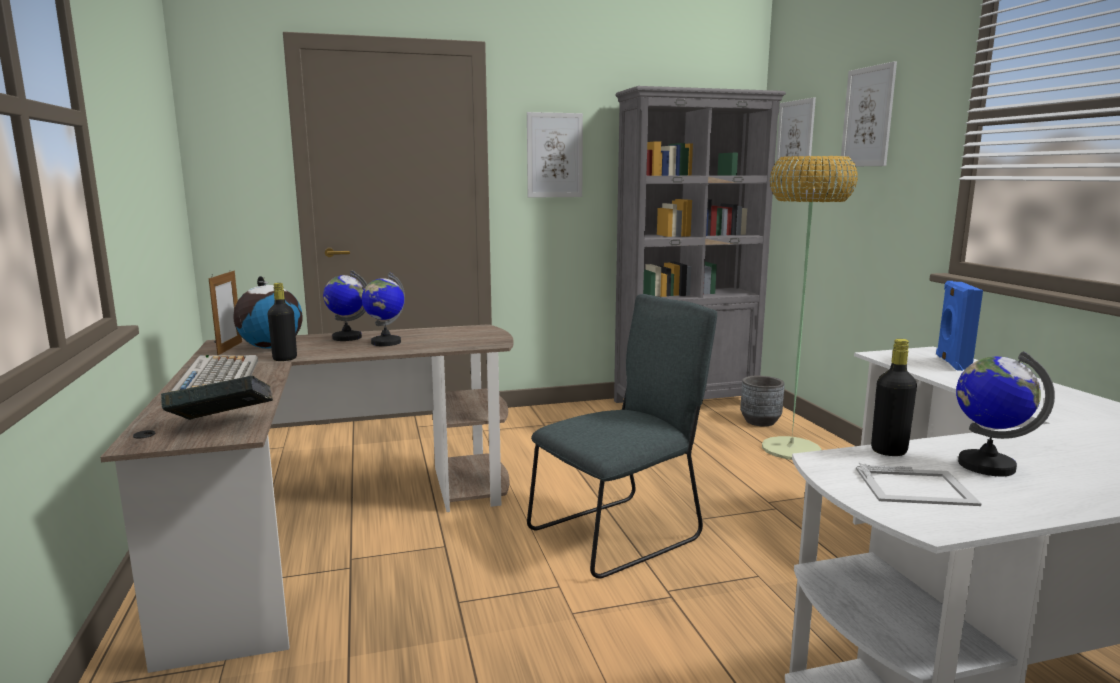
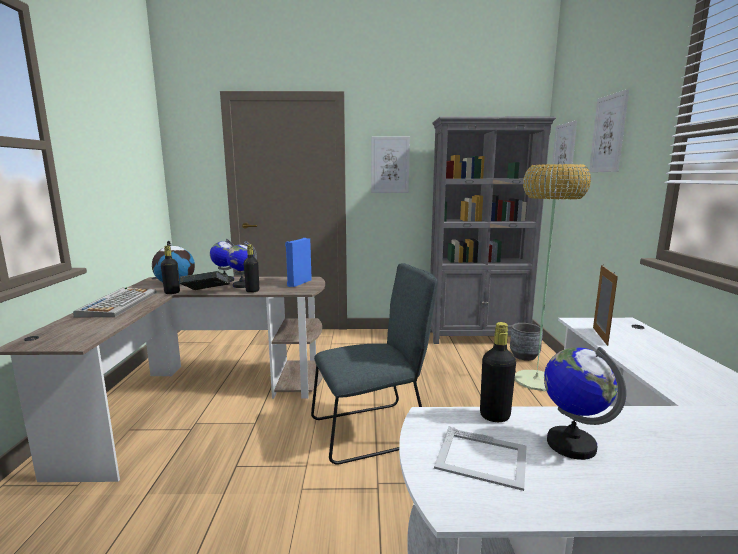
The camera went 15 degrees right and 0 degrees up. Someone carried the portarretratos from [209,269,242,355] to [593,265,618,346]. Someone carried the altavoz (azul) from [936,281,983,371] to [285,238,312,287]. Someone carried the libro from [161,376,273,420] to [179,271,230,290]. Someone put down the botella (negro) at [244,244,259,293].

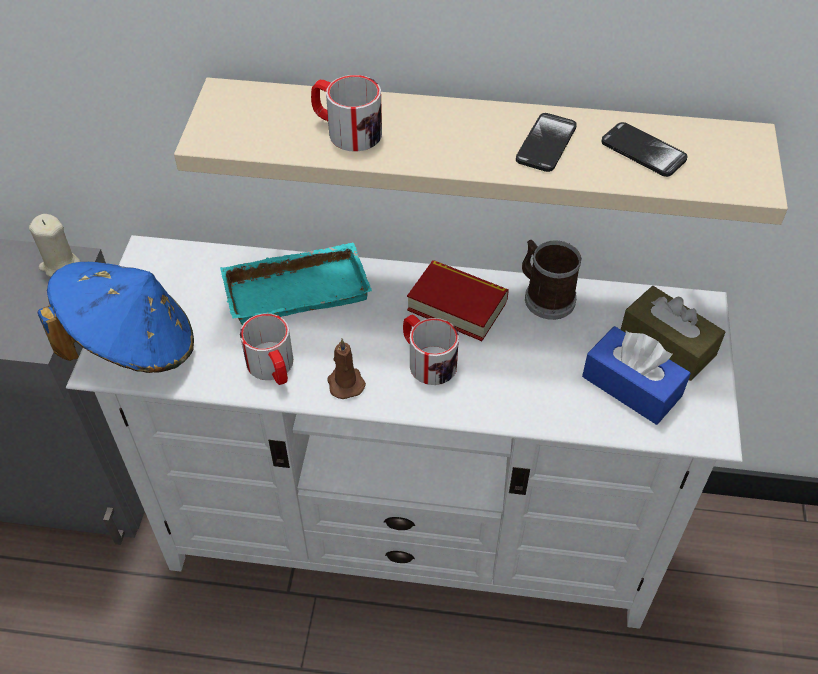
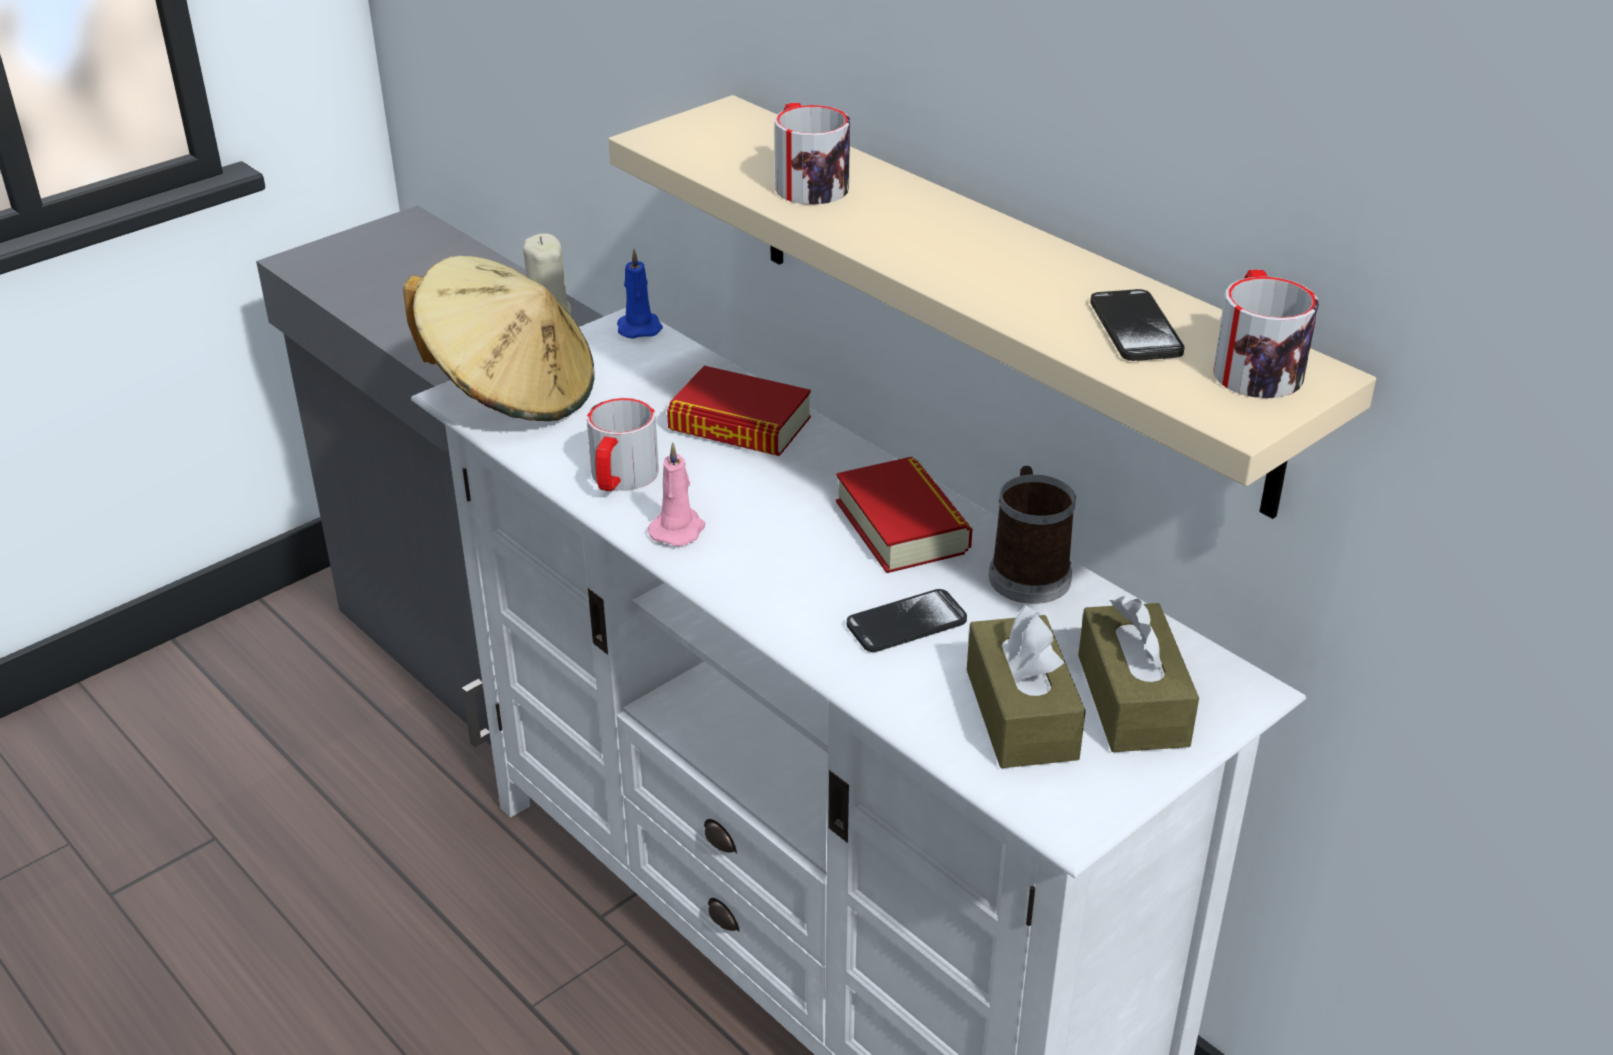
The camera went 40 degrees right and 15 degrees down. Someone carried the móvil from [516,113,577,172] to [847,589,967,652]. Someone swapped the bandeja (turquesa) at [220,242,372,325] for the libro at [667,366,811,456]. Someone repainted the sombrero (azul) at [38,262,194,373], which became the sombrero (beis) at [403,256,595,421]. Someone carried the taza grande from [403,314,459,385] to [1213,269,1319,398]. Someone repainted the caja de pañuelos (azul) at [582,326,691,425], which became the caja de pañuelos (marrón) at [967,605,1086,768]. Someone repainted the vela (marrón) at [328,339,366,399], which became the vela (rosa) at [648,443,705,546]. Someone put down the vela (azul) at [617,249,663,339].

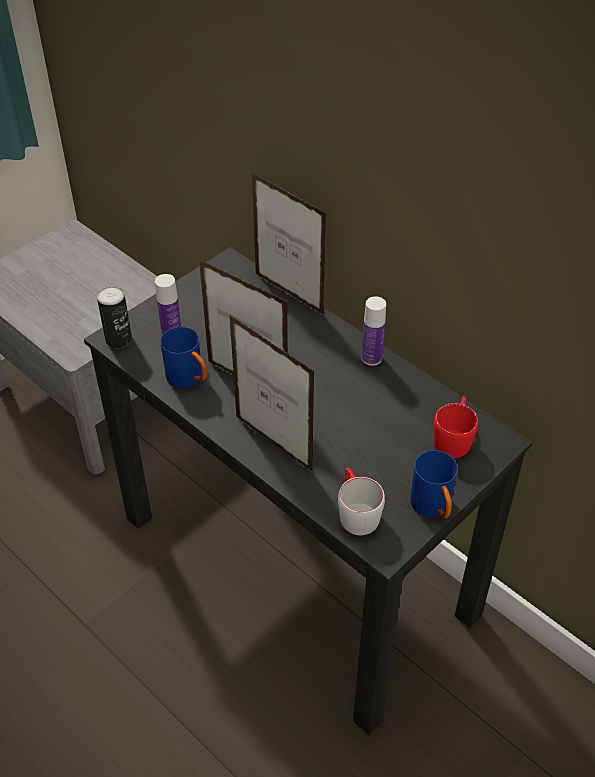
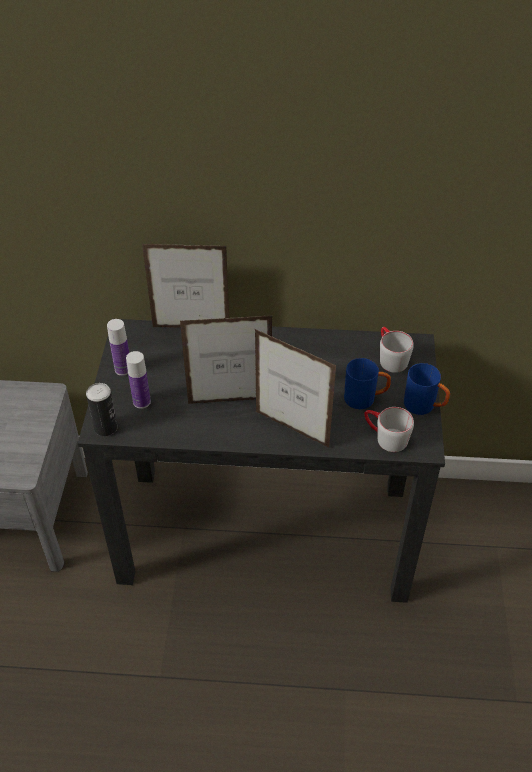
The camera went 40 degrees left and 0 degrees up. Someone carried the botella from [362,296,386,366] to [107,319,129,376]. Someone rotated the portarretratos at [229,314,315,472] by 150 degrees counterclockwise. Someone carried the taza grande (azul) from [160,327,207,388] to [344,358,391,409]. Someone repainted the taza grande (rojo) at [434,396,478,458], which became the taza grande (gris) at [380,327,414,373].

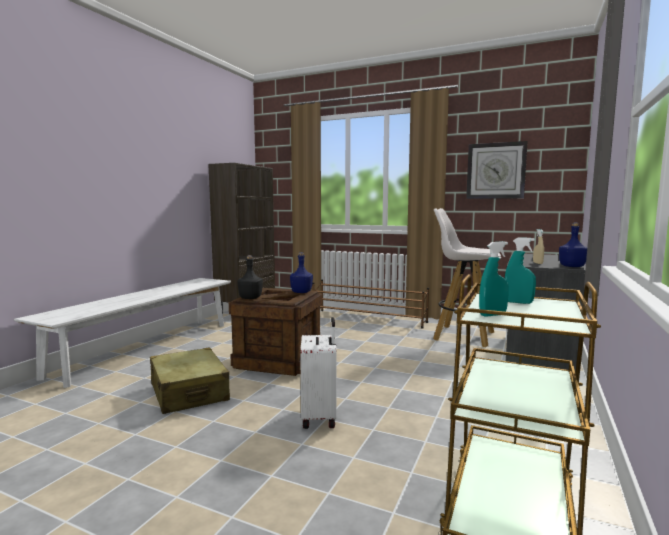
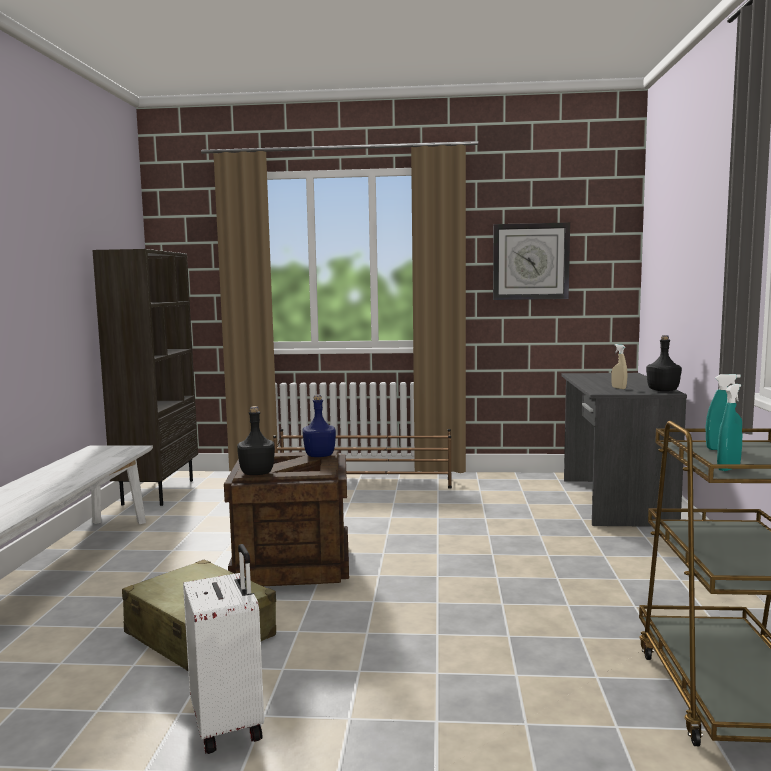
The camera went 20 degrees left and 0 degrees up. Someone took away the taburete (blanco) at [433,208,501,347]. Someone repainted the botella (azul) at [559,223,587,267], which became the botella (negro) at [646,335,682,391]. Someone carried the maleta (blanco) from [300,317,337,429] to [183,544,264,754].

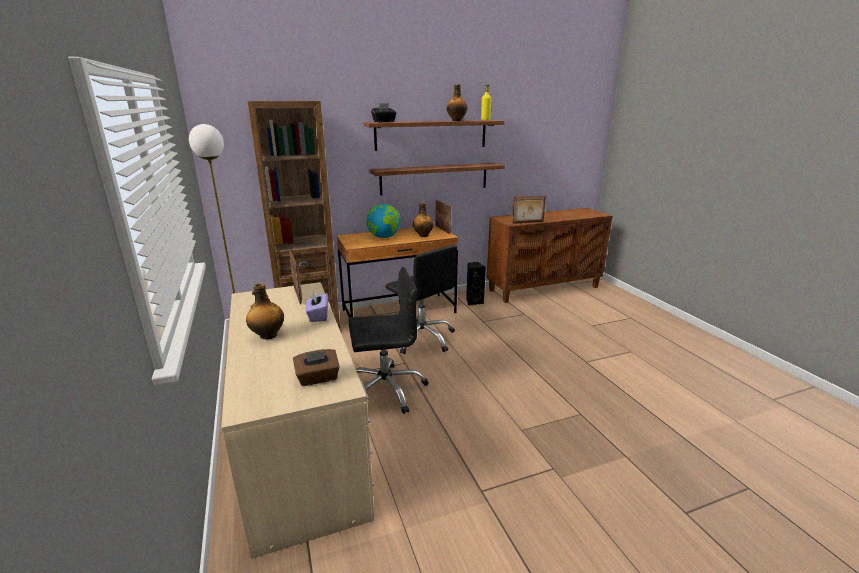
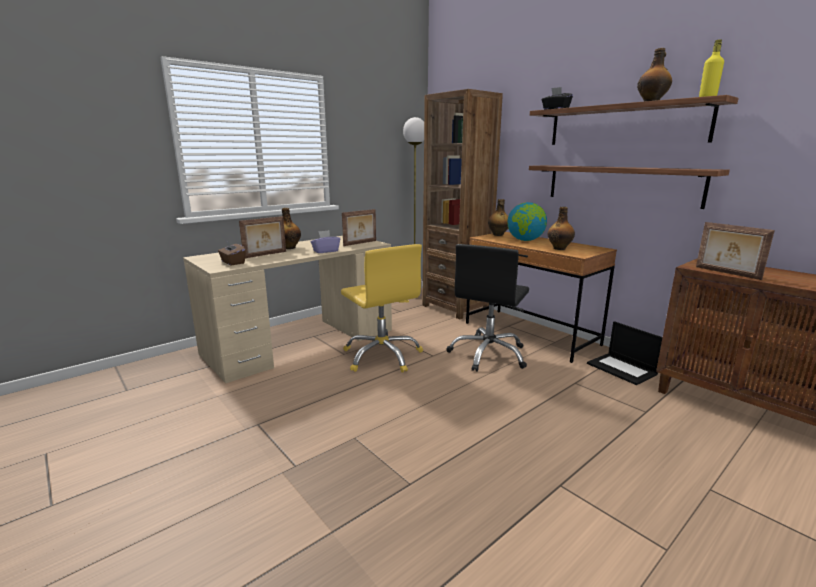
The camera went 70 degrees right and 5 degrees down. Someone carried the portarretratos from [435,200,451,234] to [239,216,286,258]. Someone swapped the altavoz (negro) at [466,262,486,305] for the portátil at [587,321,663,385]. Someone repainted the silla de oficina (negro) at [348,267,429,414], which became the silla de oficina (amarillo) at [341,244,423,373]. Someone put down the botella at [488,199,508,236].

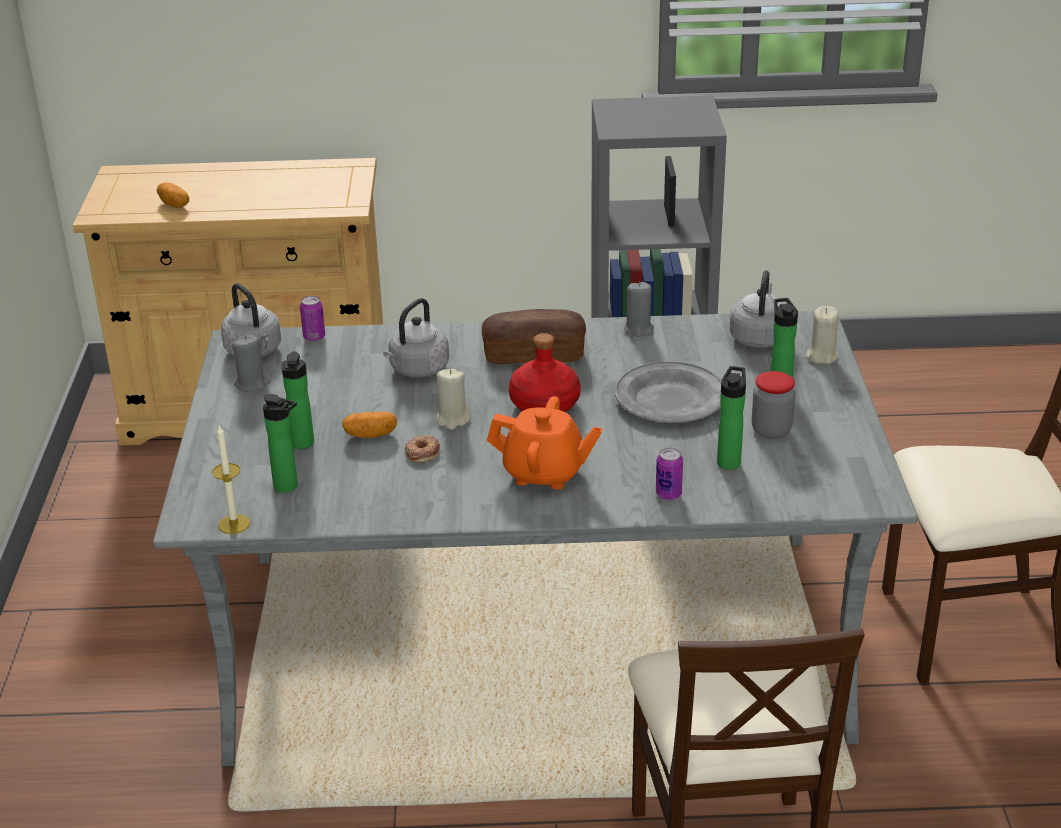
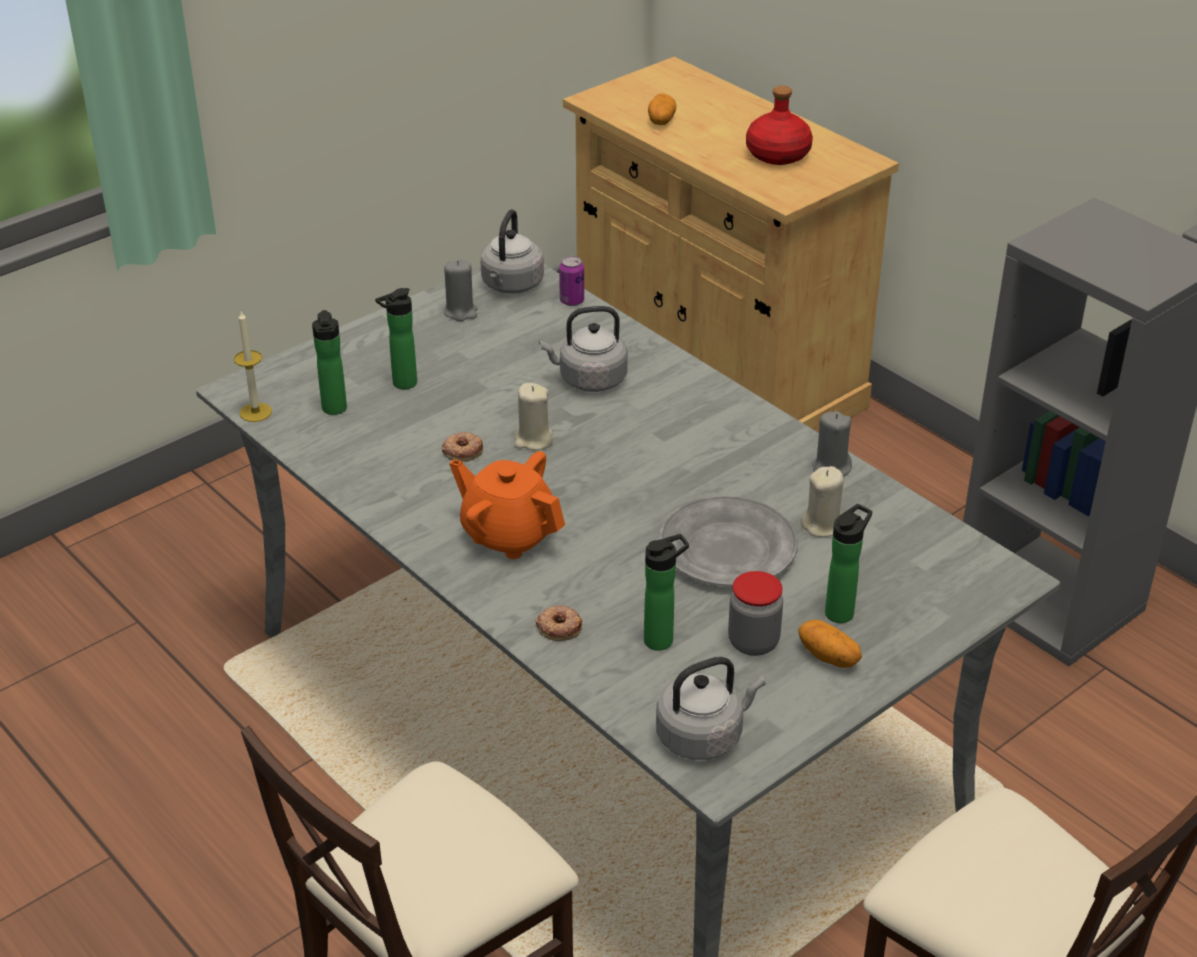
The camera went 50 degrees right and 5 degrees up. Someone carried the hervidor (gris) from [730,270,783,348] to [656,657,766,760]. Someone carried the vela (beis) from [806,306,839,364] to [801,466,844,537]. Someone took away the pan at [482,309,586,364]. Someone carried the botella (rojo) from [509,333,581,412] to [746,85,813,165]. Someone rotated the tetera (naranja) at [487,396,602,490] by 150 degrees clockwise. Someone carried the patata from [342,412,397,438] to [799,620,862,668]. Someone swapped the lata at [656,448,683,500] for the rosquilla at [536,606,582,641].

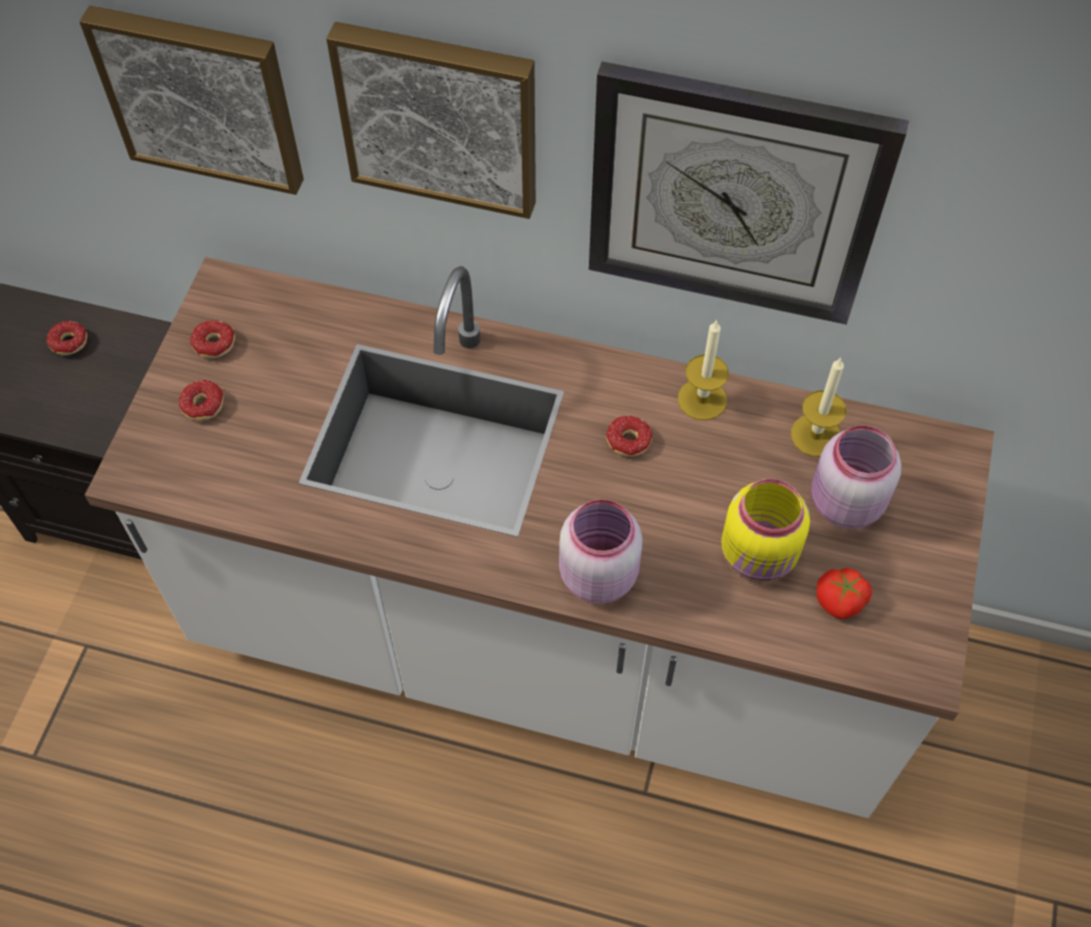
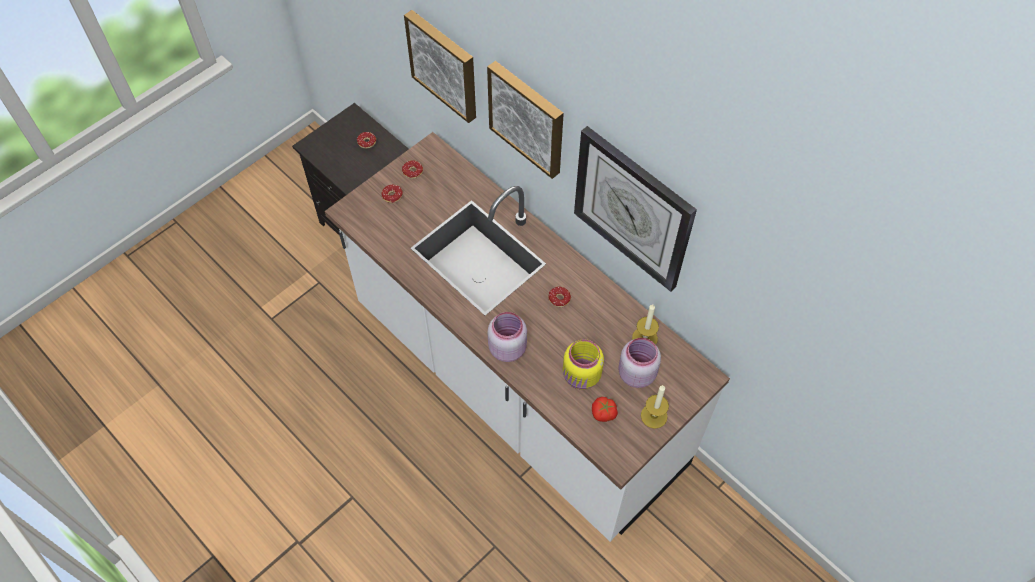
The camera went 30 degrees right and 0 degrees up. Someone carried the vela from [678,320,729,420] to [641,386,669,429].

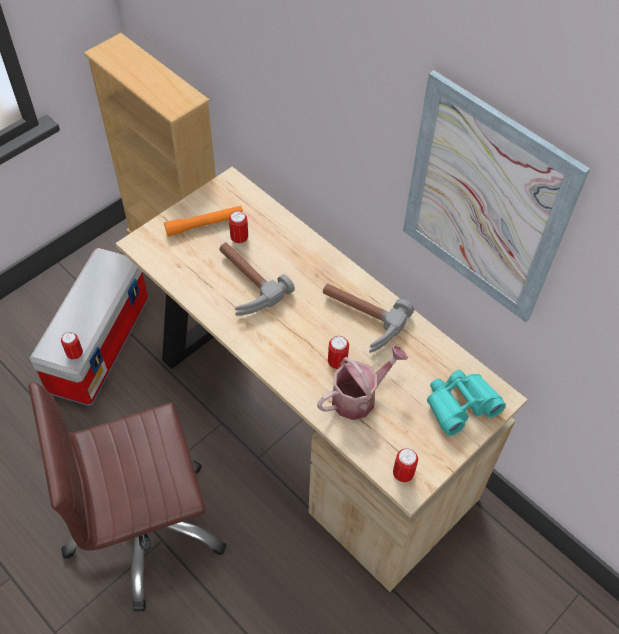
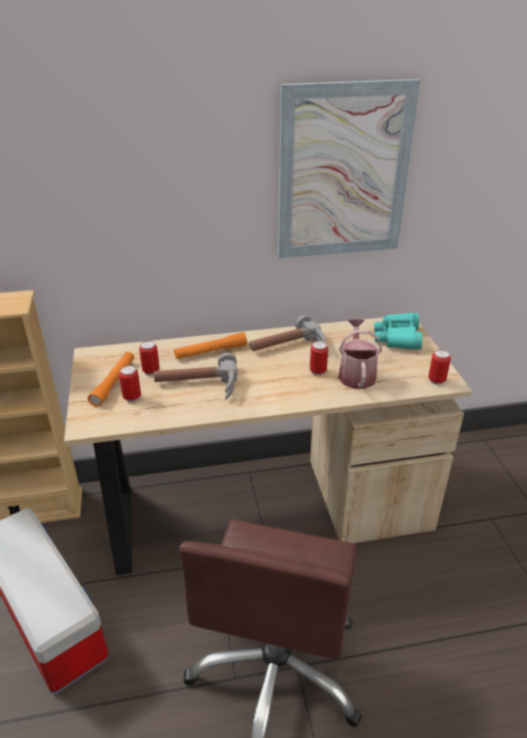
The camera went 55 degrees left and 20 degrees down. Someone carried the lata from [61,332,83,360] to [119,366,141,402]. Someone put down the linterna (naranja) at [174,332,247,359].

